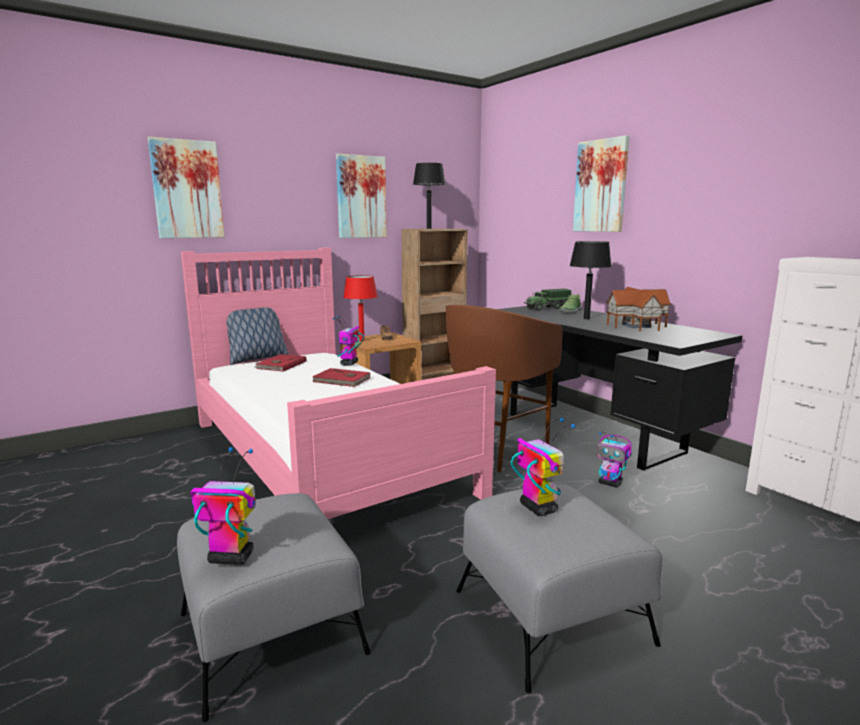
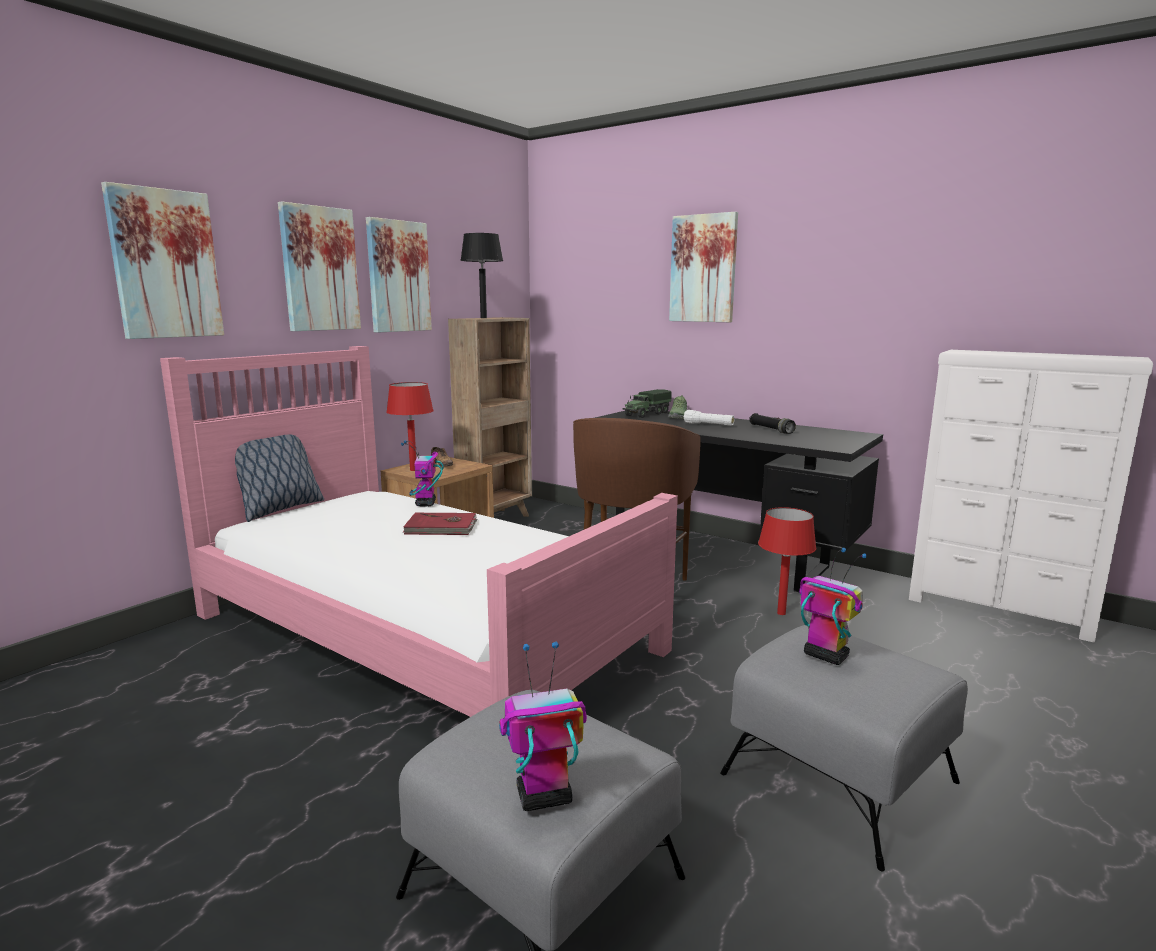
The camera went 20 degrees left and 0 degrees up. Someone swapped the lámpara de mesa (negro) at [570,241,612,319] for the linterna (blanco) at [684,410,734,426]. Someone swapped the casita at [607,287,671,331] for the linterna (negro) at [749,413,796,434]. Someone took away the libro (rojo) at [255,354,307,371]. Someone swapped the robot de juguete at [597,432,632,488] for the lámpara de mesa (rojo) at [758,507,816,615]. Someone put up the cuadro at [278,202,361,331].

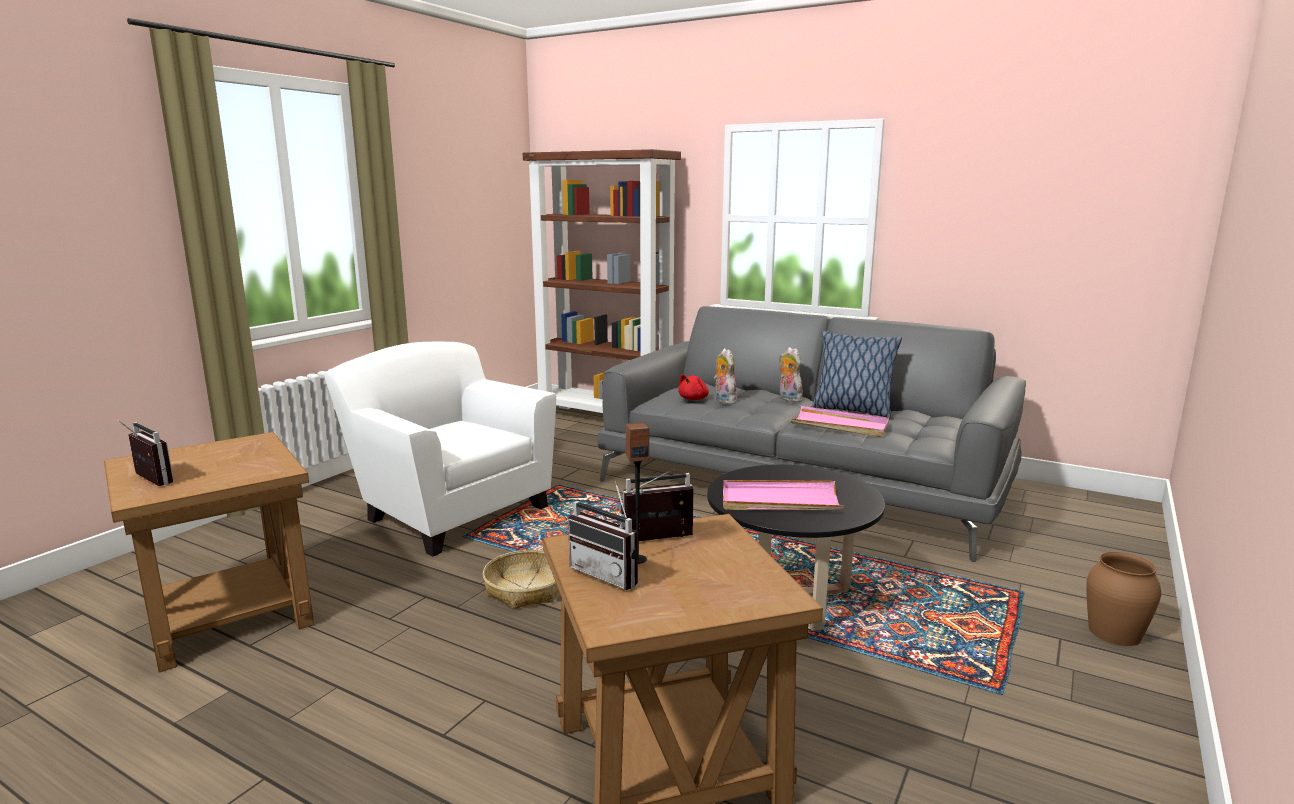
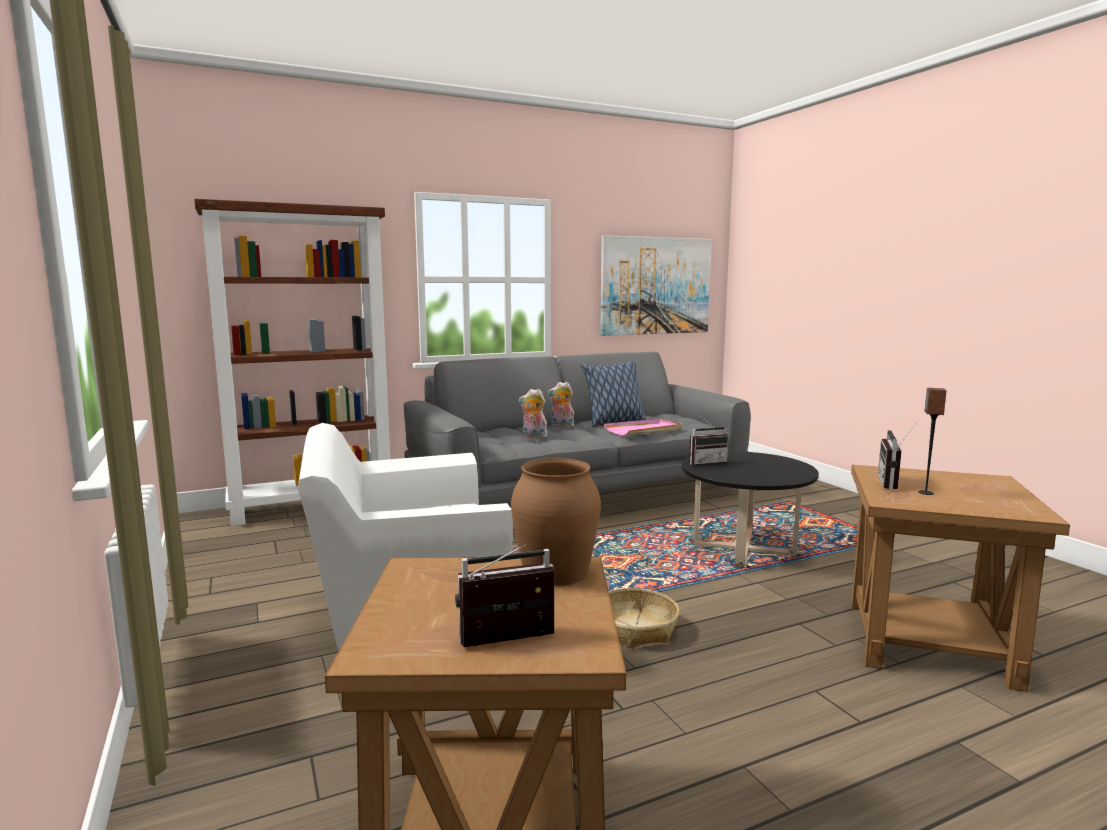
The camera went 55 degrees left and 5 degrees down. Someone took away the peluche (rojo) at [678,374,709,400]. Someone took away the bandeja (rosa) at [723,480,844,510]. Someone carried the radio from [568,481,638,590] to [689,416,729,465]. Someone carried the florero (marrón) from [1086,552,1161,646] to [511,458,601,586]. Someone put up the cuadro at [600,235,712,336].

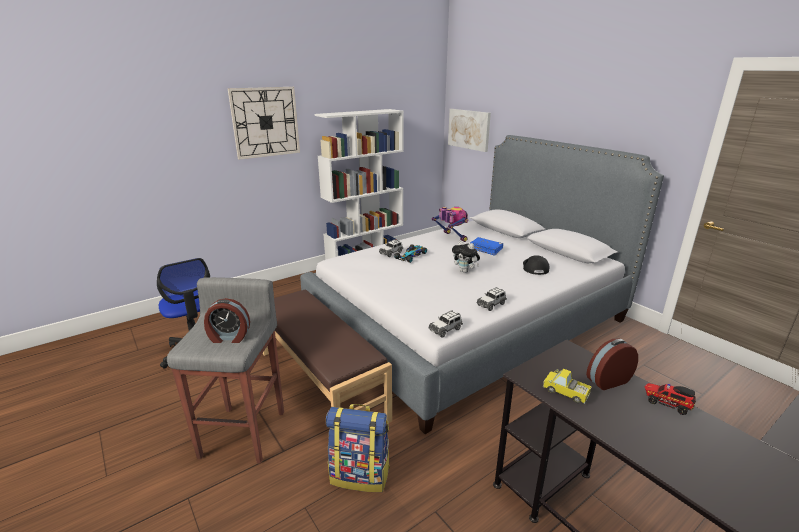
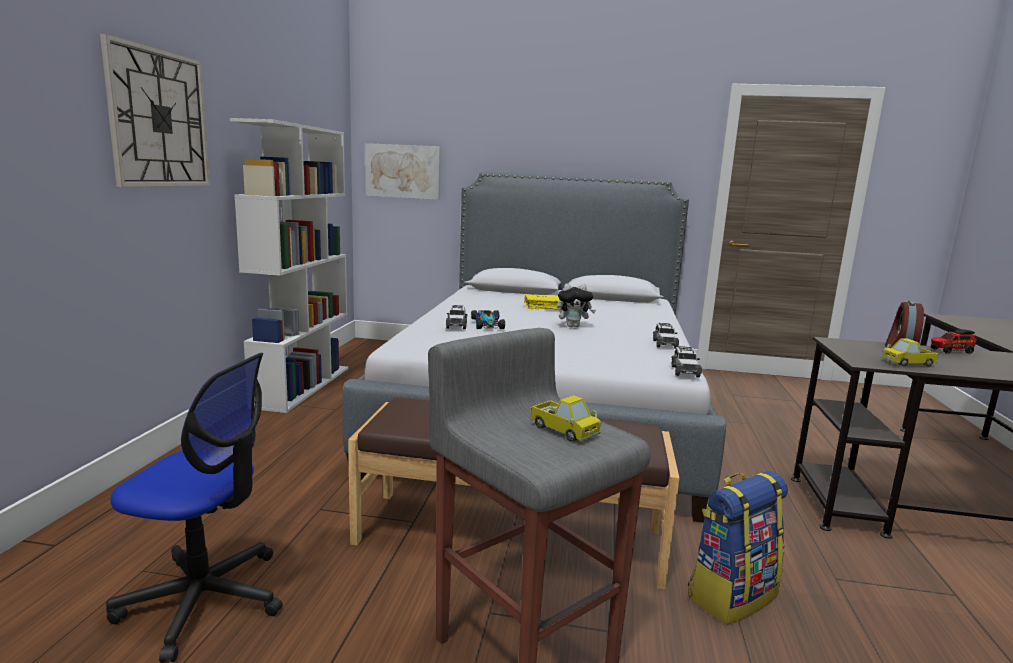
The camera went 45 degrees left and 10 degrees down. Someone took away the robot de juguete at [432,207,468,242]. Someone repainted the libro (azul) at [470,237,503,256], which became the libro (amarillo) at [524,294,562,310]. Someone took away the gorra (negro) at [523,255,550,275]. Someone swapped the despertador at [204,298,250,343] for the camión de juguete at [530,395,601,442].

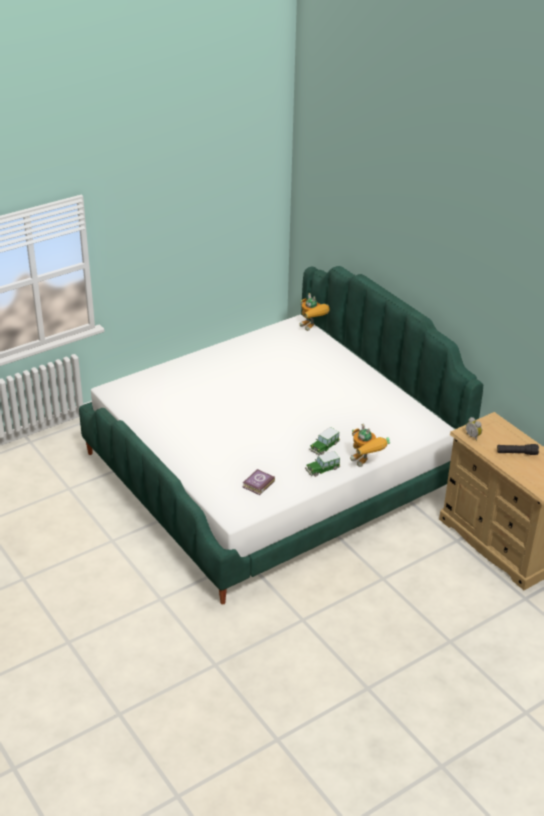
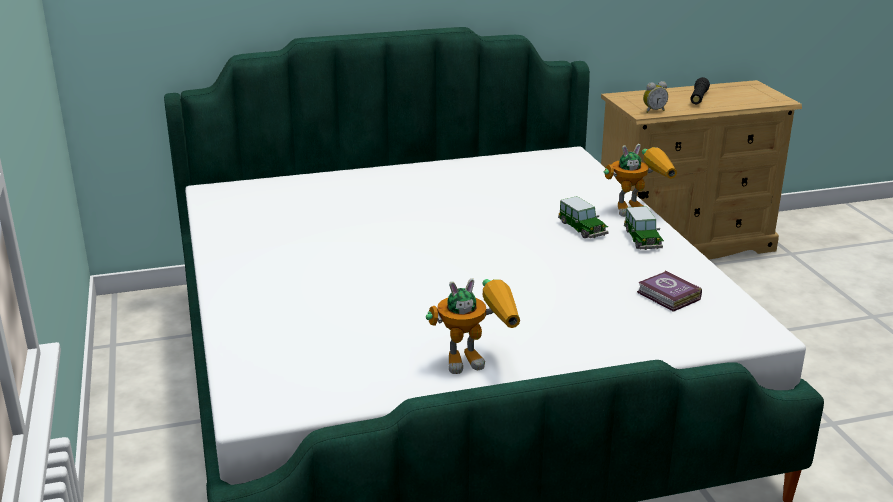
The camera went 70 degrees left and 10 degrees down. Someone carried the robot de juguete from [300,293,330,331] to [426,278,520,374].

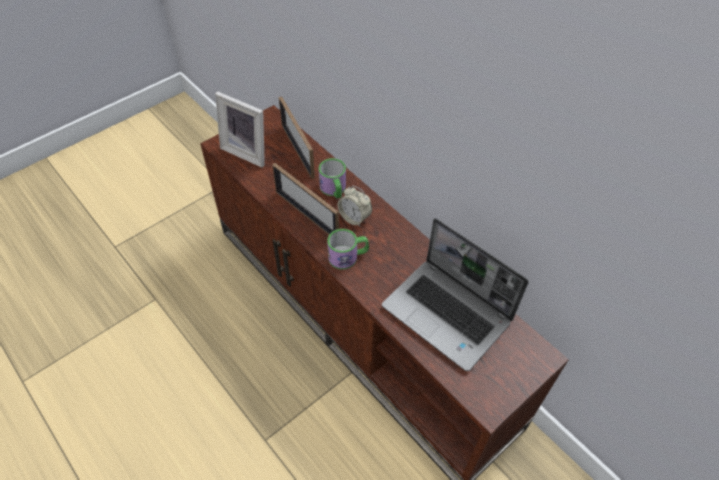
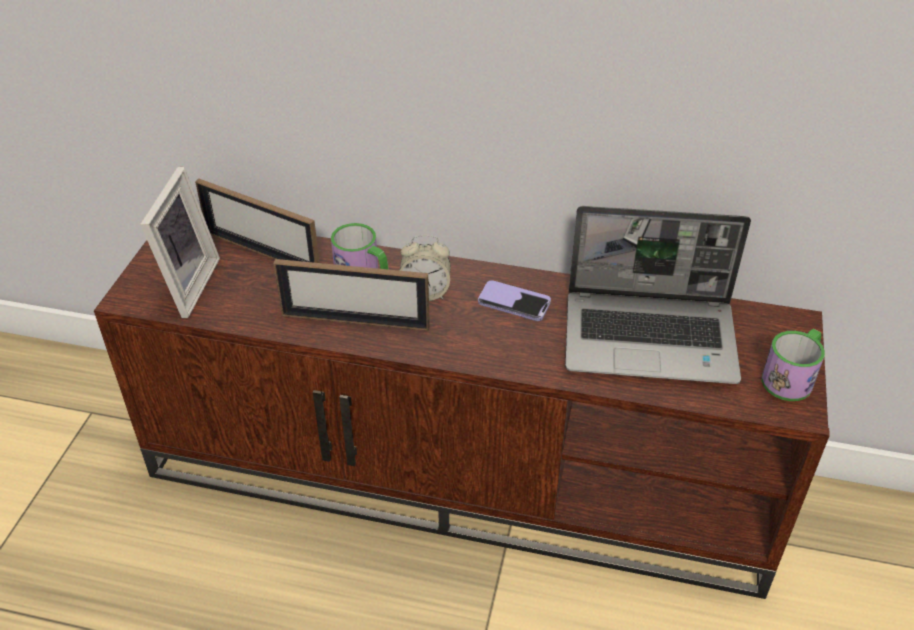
The camera went 35 degrees left and 10 degrees down. Someone rotated the portarretratos at [215,92,265,168] by 75 degrees counterclockwise. Someone carried the taza grande from [327,229,369,269] to [762,329,825,401]. Someone put down the móvil at [478,280,551,321].

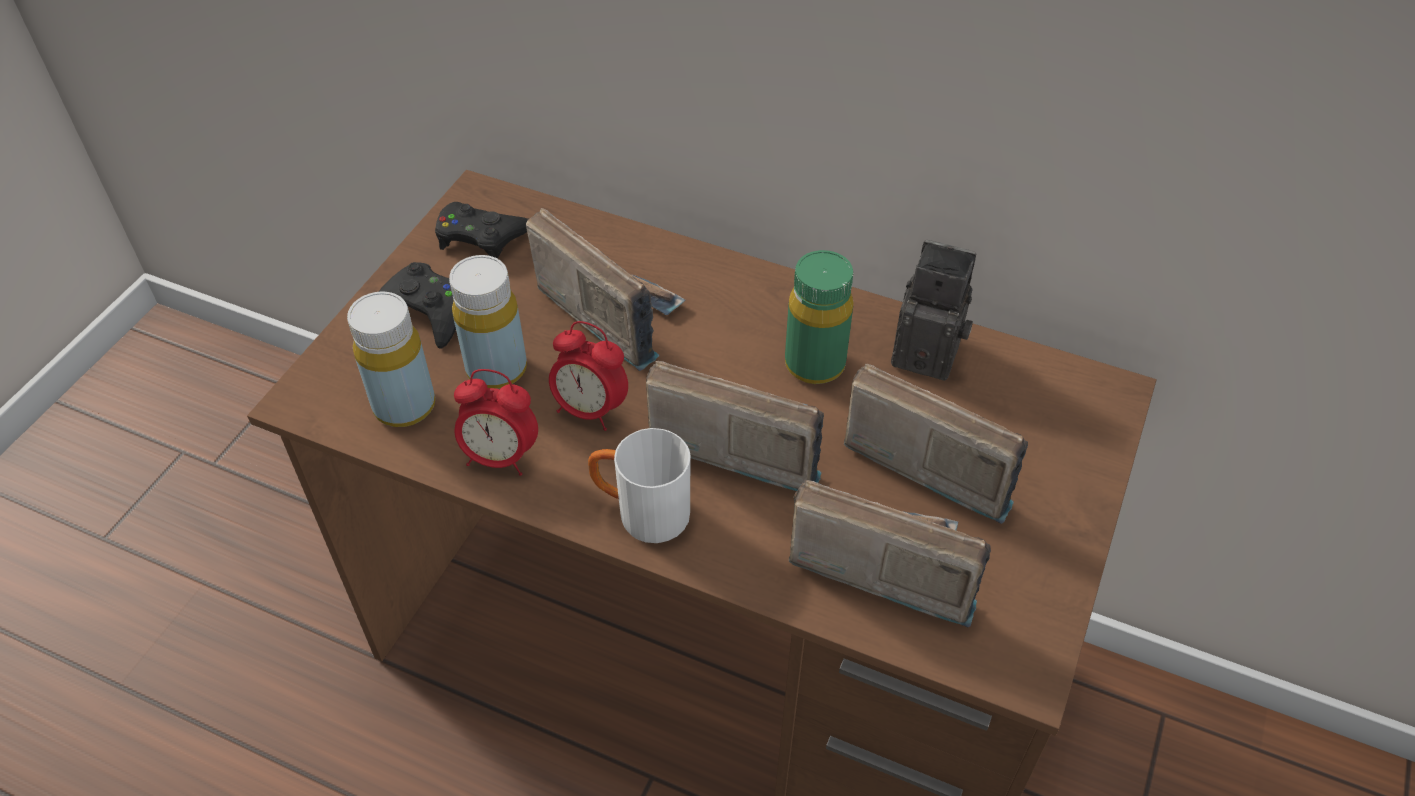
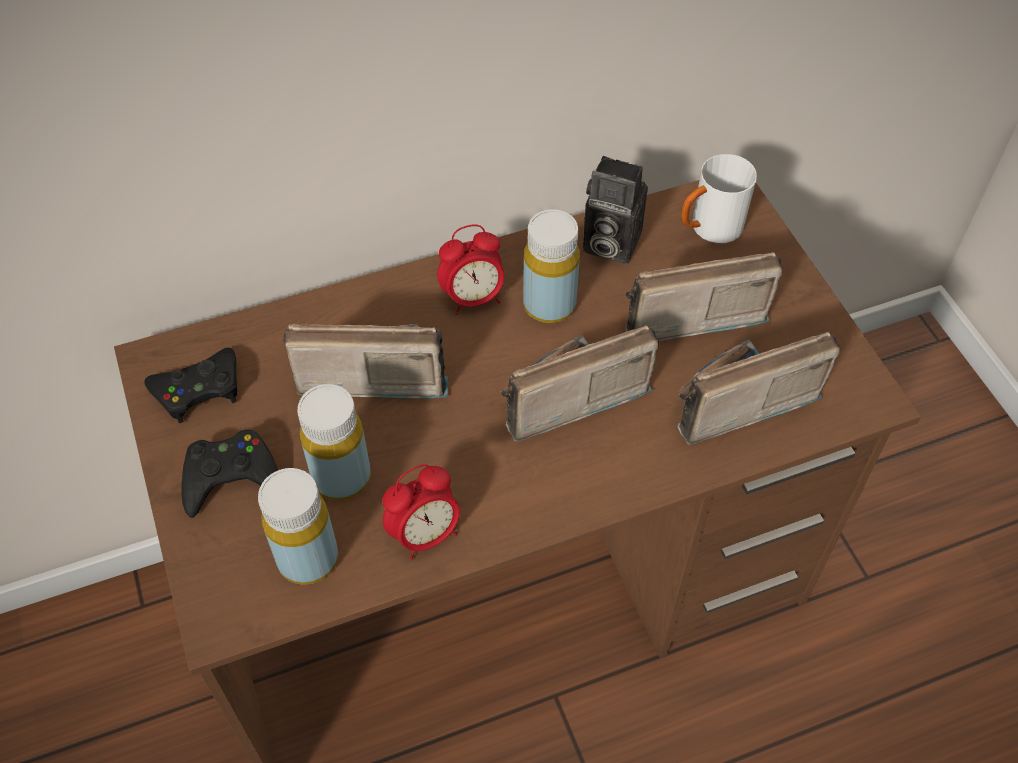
The camera went 45 degrees left and 5 degrees up. Someone rotated the cámara at [891,240,976,381] by 135 degrees counterclockwise. Someone repainted the botella (verde) at [785,250,853,384], which became the botella (amarillo) at [523,209,580,323]. Someone carried the despertador from [549,321,628,431] to [437,224,504,315]. Someone carried the taza grande (blanco) from [588,428,691,543] to [681,154,757,243].

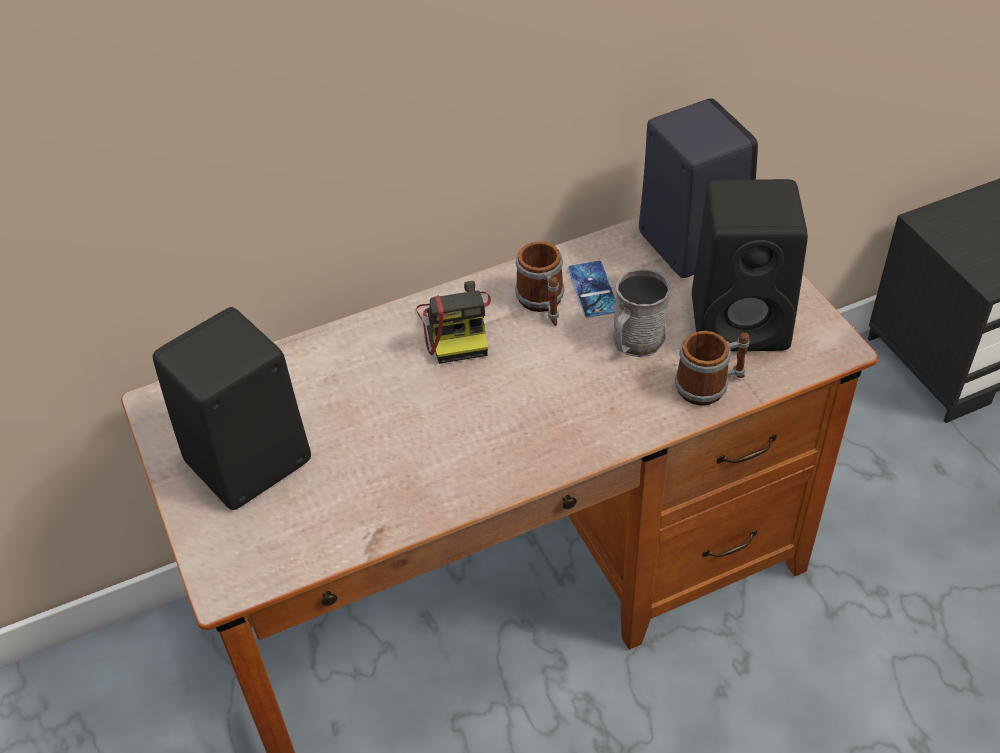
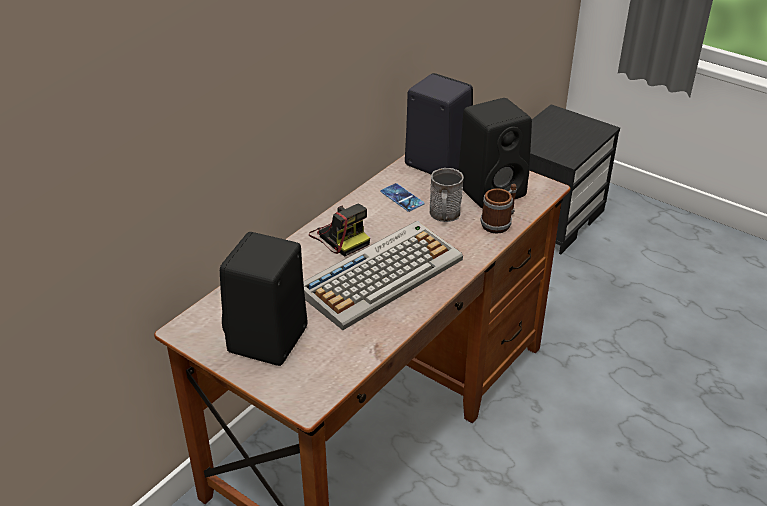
The camera went 30 degrees left and 10 degrees down. Someone took away the taza grande at [515,241,564,326]. Someone put down the teclado at [303,221,463,330].

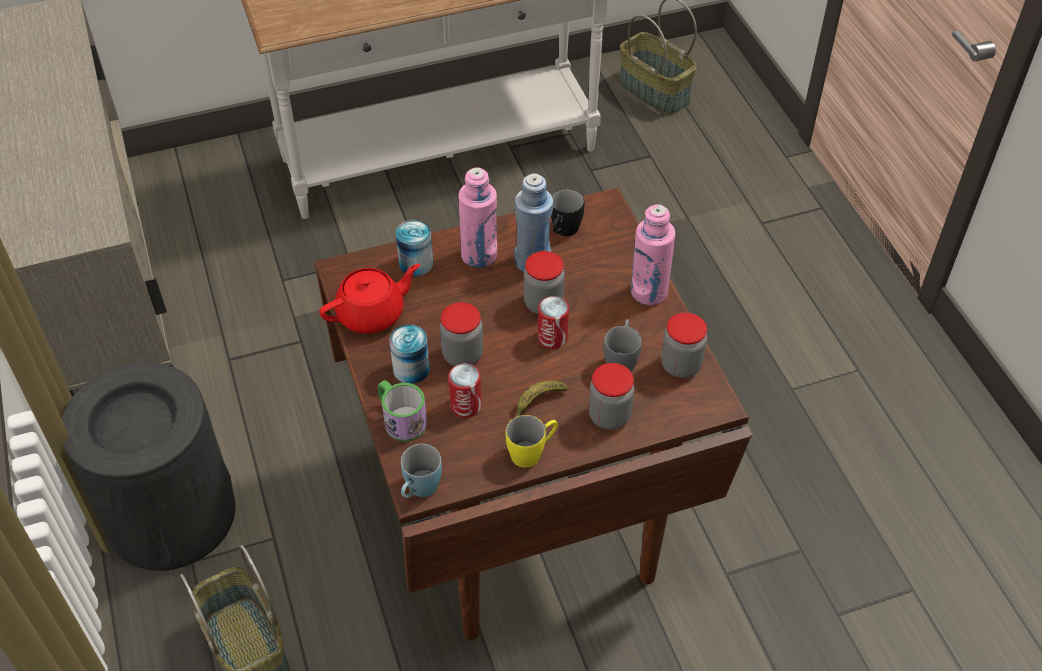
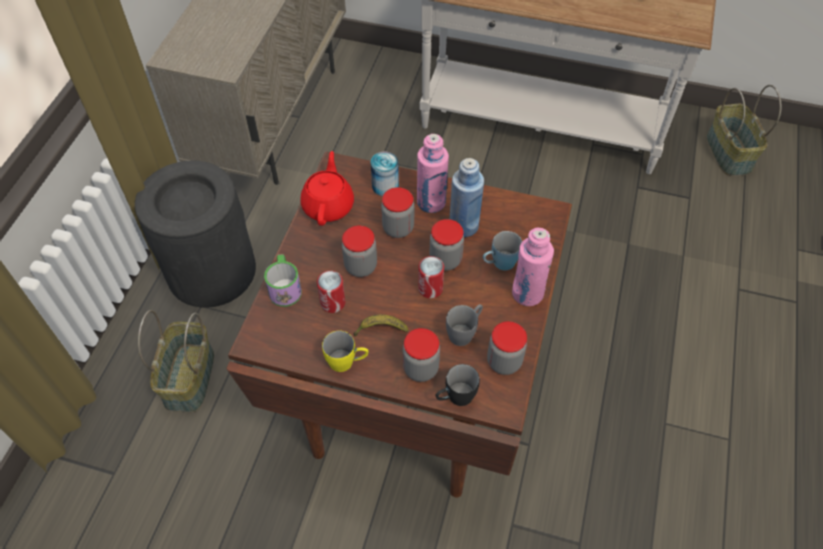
The camera went 35 degrees right and 5 degrees up. Someone carried the taza grande (negro) from [551,189,584,236] to [435,364,480,406]. Someone rotated the tetera (rojo) at [319,264,420,334] by 90 degrees counterclockwise. Someone took away the lata at [389,324,430,384]. Someone carried the taza grande (azul) from [401,444,442,498] to [483,231,522,271]. Someone put down the tarro at [381,187,414,238].

